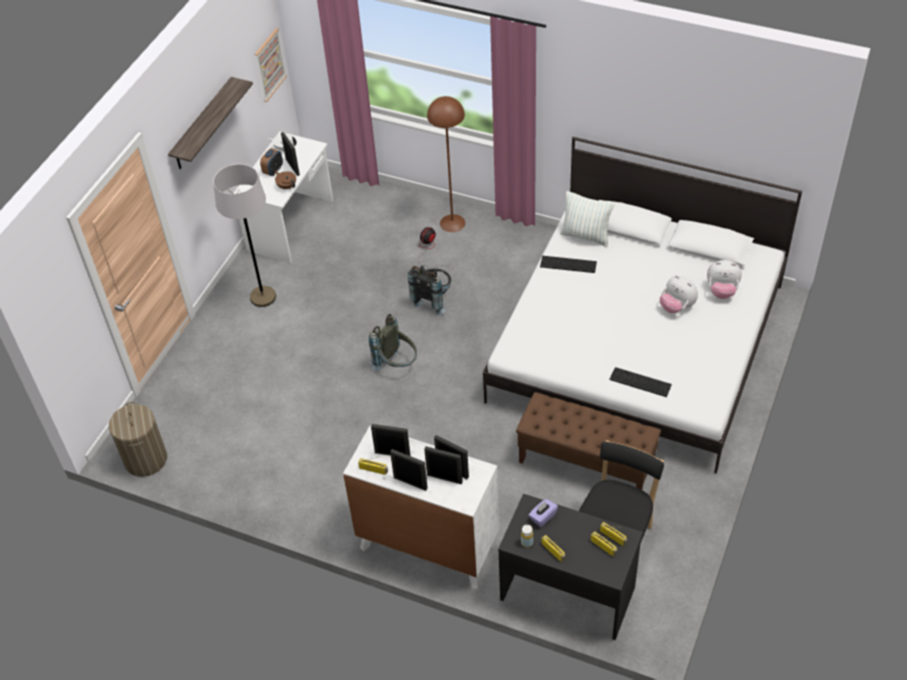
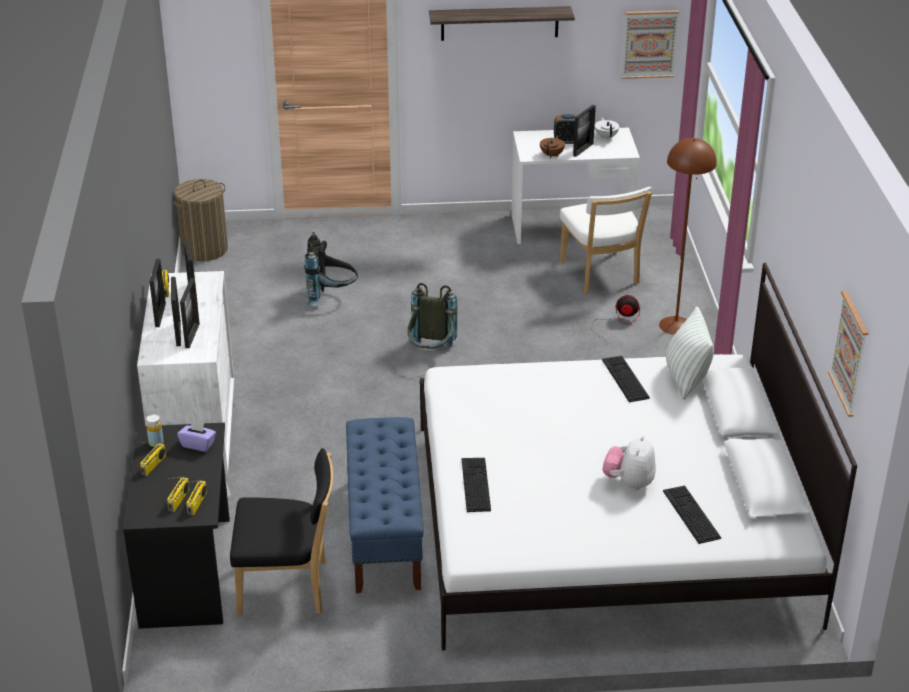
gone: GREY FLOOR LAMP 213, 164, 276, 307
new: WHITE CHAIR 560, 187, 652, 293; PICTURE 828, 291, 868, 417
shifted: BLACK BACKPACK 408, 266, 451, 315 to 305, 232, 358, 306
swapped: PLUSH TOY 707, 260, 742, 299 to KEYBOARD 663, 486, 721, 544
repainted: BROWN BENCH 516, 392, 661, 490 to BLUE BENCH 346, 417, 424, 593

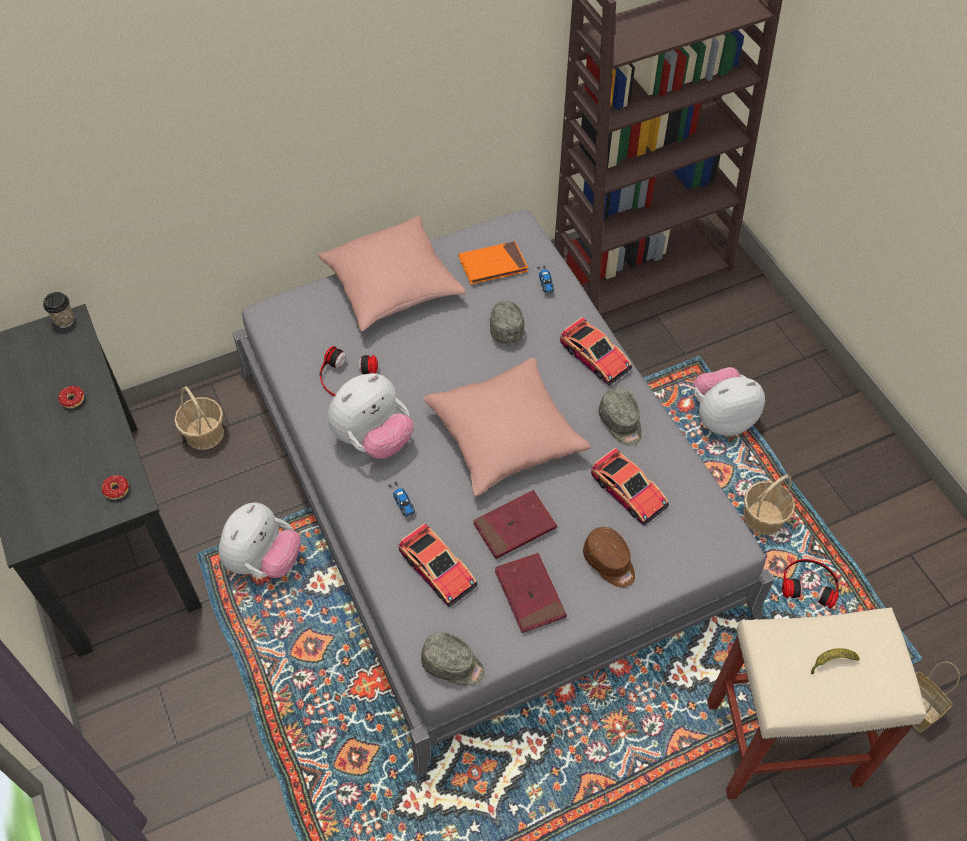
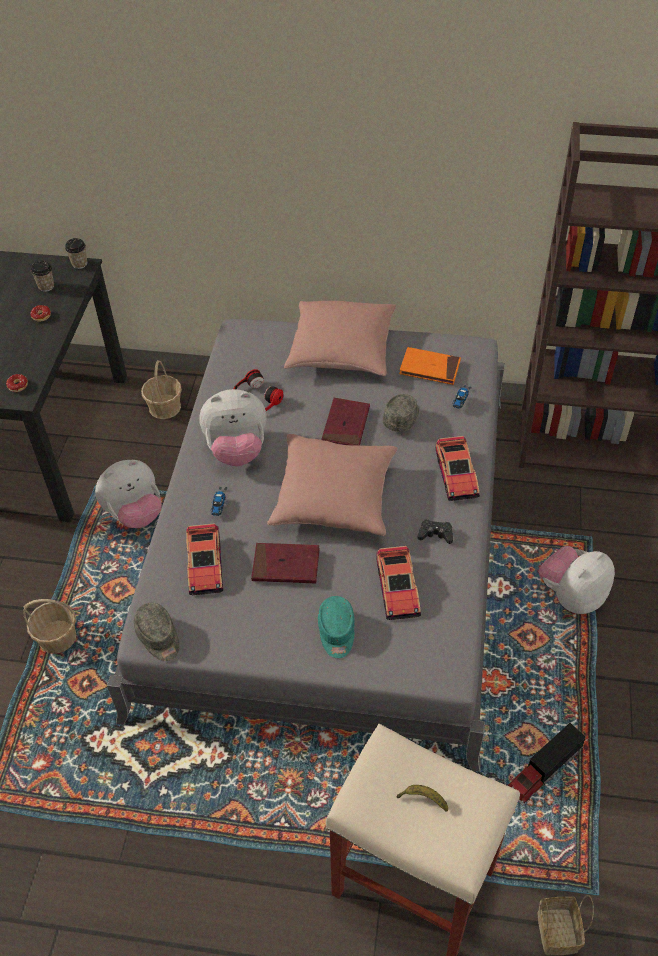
new: CUP 31, 260, 54, 292
shifted: BASKET 744, 474, 795, 535 to 23, 599, 76, 654; RED BOOK 495, 553, 567, 633 to 321, 398, 370, 446
swapped: GREY CAP 598, 388, 642, 446 to BLACK GAME CONTROLLER 418, 519, 453, 544; HEADPHONES 782, 559, 839, 608 to TOY TRUCK 508, 723, 585, 805
repainted: BROWN CAP 583, 527, 635, 588 to TURQUOISE CAP 318, 596, 355, 658
rotated: PLUSH TOY 694, 367, 765, 436 = 539, 546, 615, 614 60 degrees counterclockwise

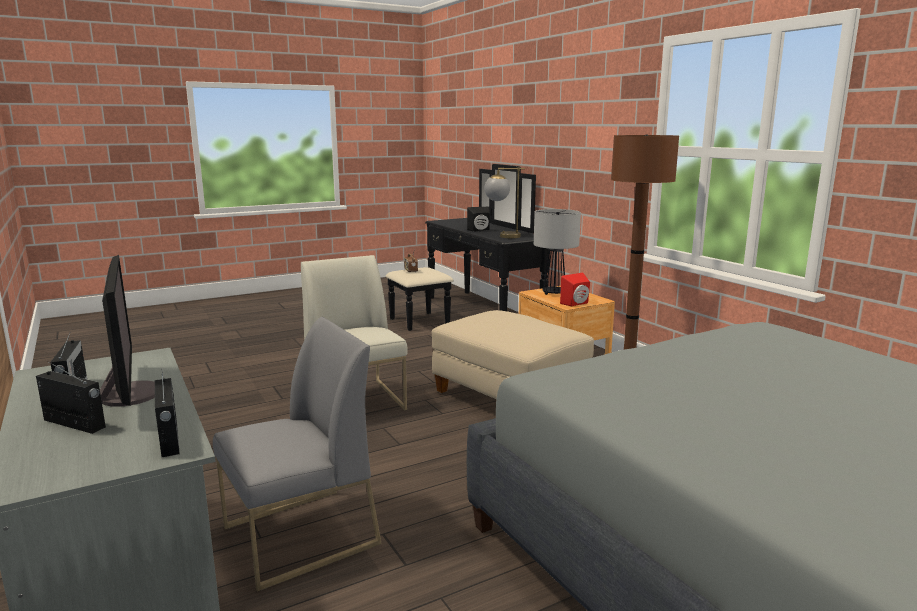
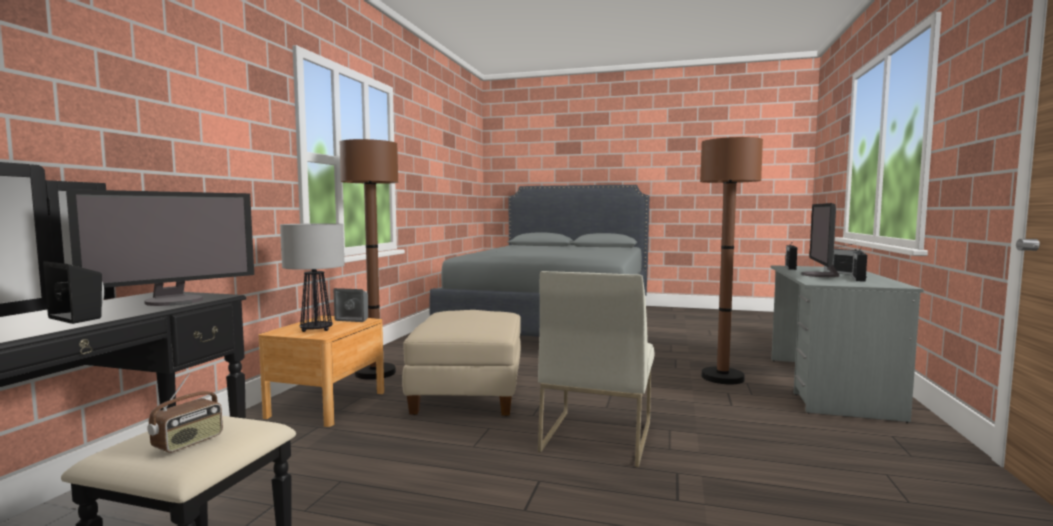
swapped: TABLE LAMP 484, 167, 525, 238 to MONITOR 66, 189, 254, 306; GREY CHAIR 213, 317, 381, 592 to BROWN FLOOR LAMP 700, 137, 763, 384
repainted: RED SPEAKER 560, 273, 590, 306 to GREY SPEAKER 334, 288, 368, 322

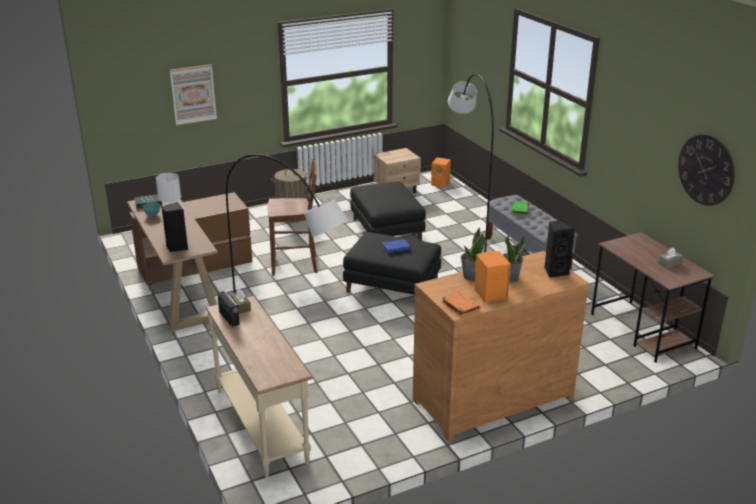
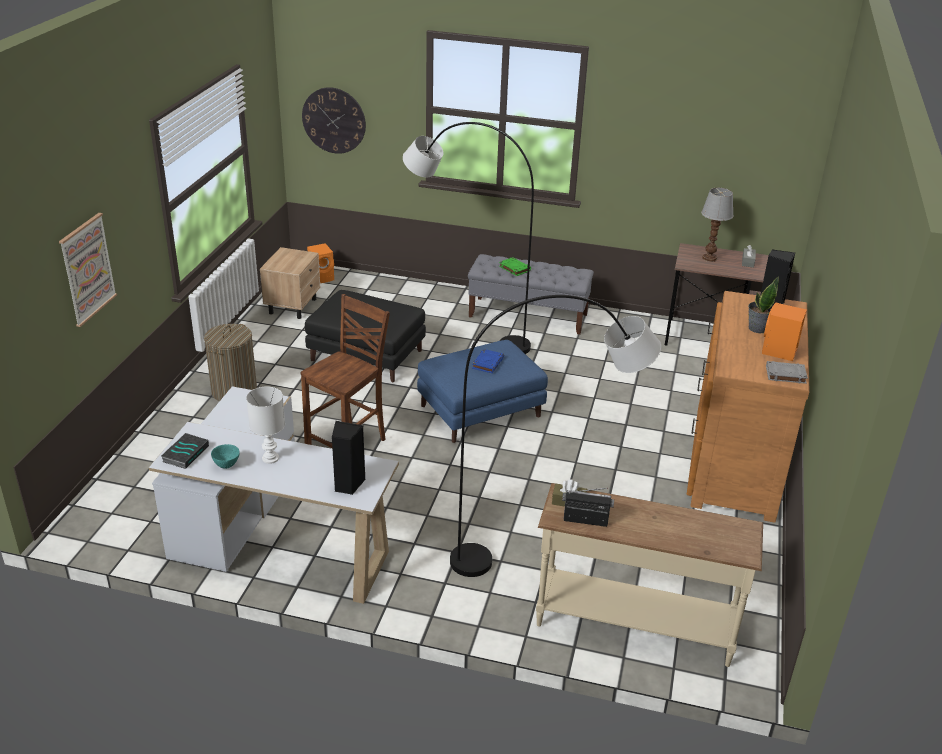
gone: POTTED PLANT 461, 227, 486, 281
new: TABLE LAMP 701, 188, 734, 262
shifted: WALL CLOCK 678, 134, 735, 206 to 302, 87, 366, 154
repainted: BROWN DESK 127, 192, 252, 332 to WHITE DESK 149, 386, 399, 604; BLACK OTTOMAN 343, 232, 441, 295 to BLUE OTTOMAN 417, 340, 548, 443; ORANGE BOOK 442, 291, 480, 317 to GREY BOOK 766, 361, 808, 384

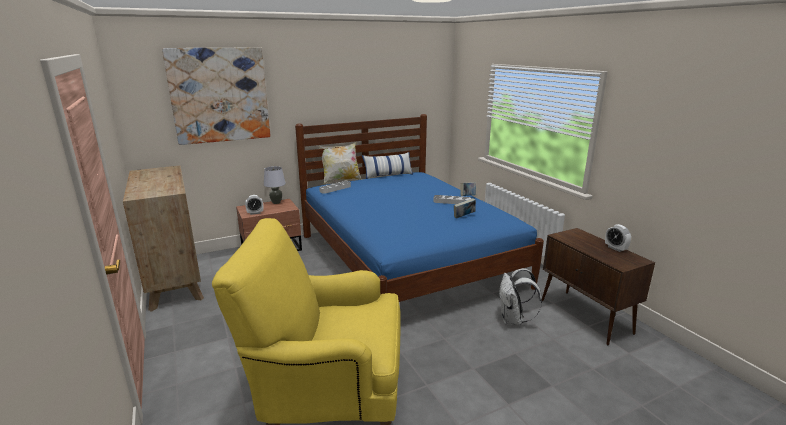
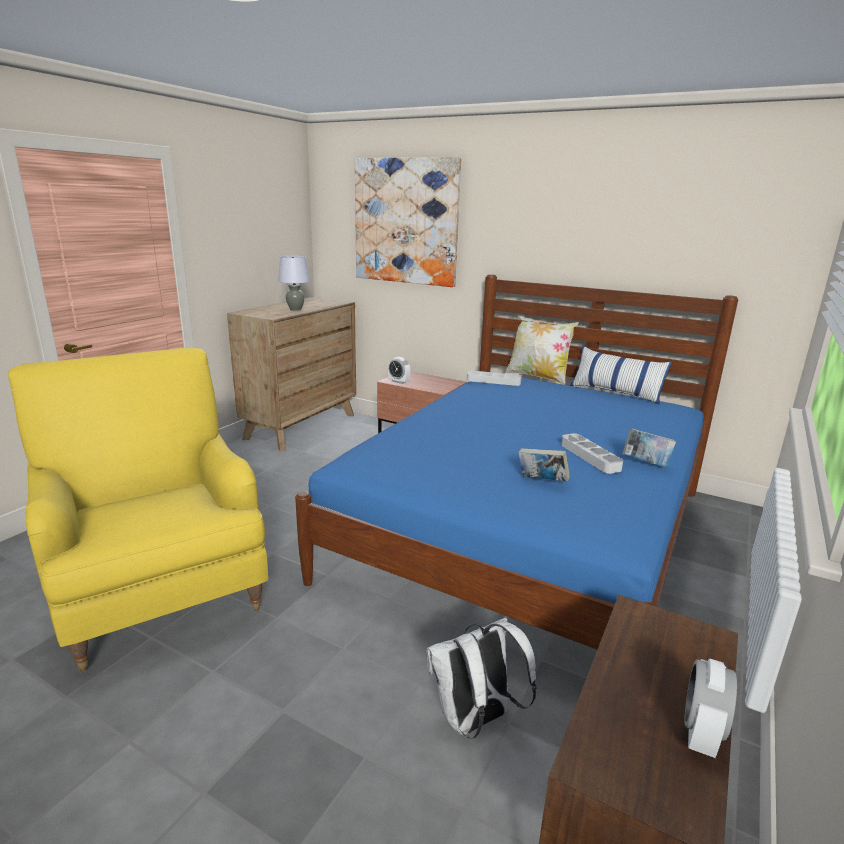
shifted: GREY TABLE LAMP 264, 166, 286, 204 to 278, 256, 310, 311

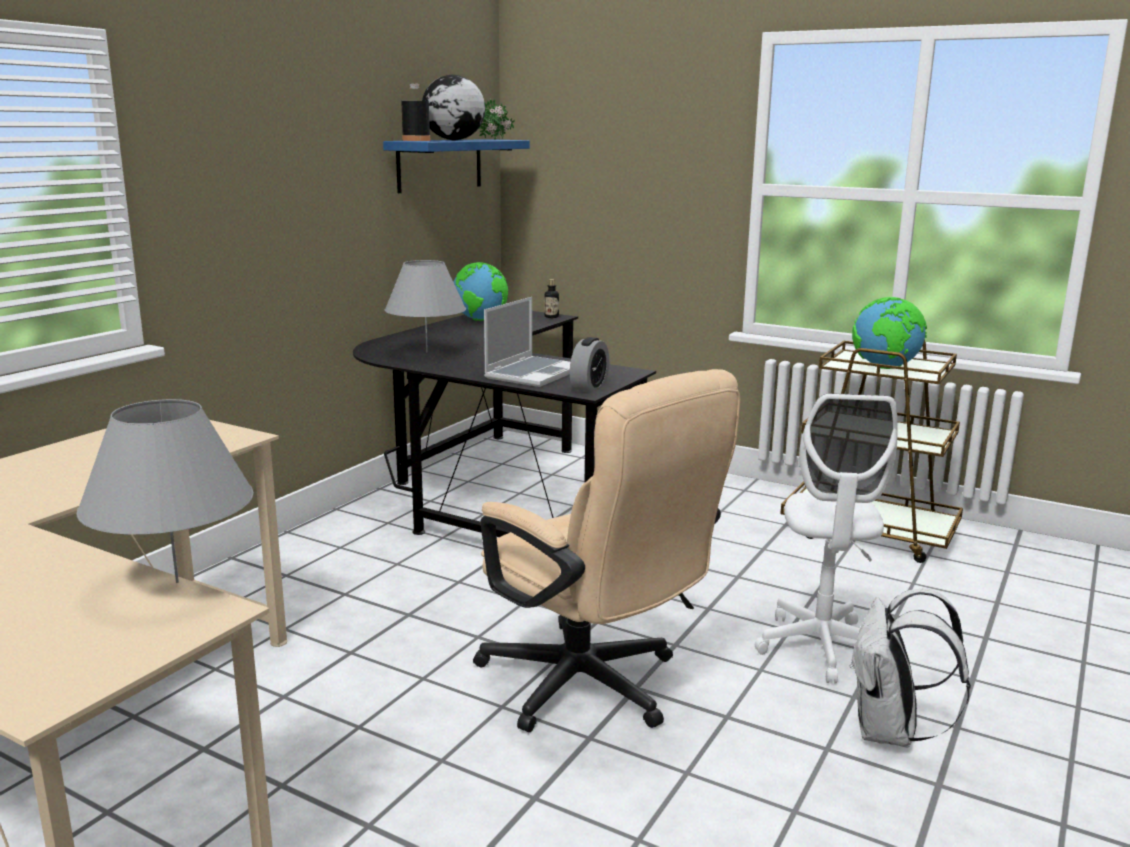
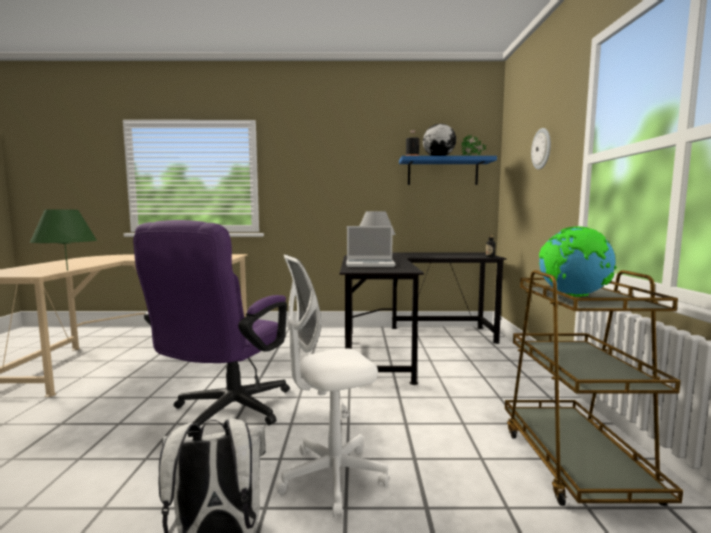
gone: GLOBE 454, 262, 508, 321; ALARM CLOCK 570, 337, 609, 393
new: WALL CLOCK 531, 128, 551, 170
repainted: BEIGE OFFICE CHAIR 473, 369, 740, 732 to PURPLE OFFICE CHAIR 133, 220, 290, 437; GREY TABLE LAMP 76, 399, 254, 583 to GREEN TABLE LAMP 30, 209, 97, 271

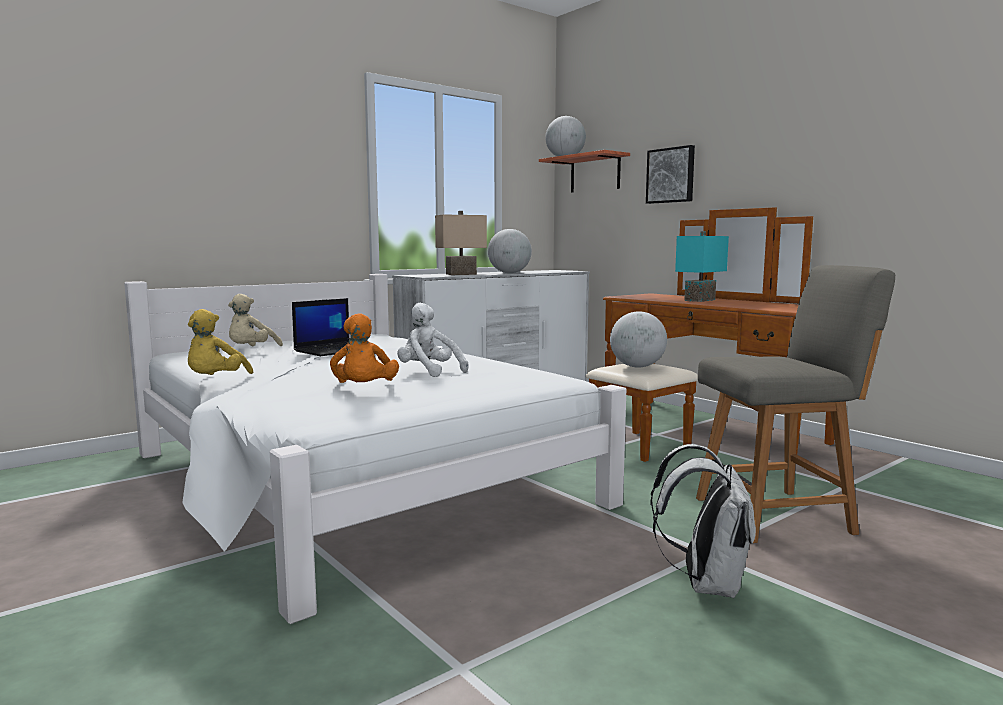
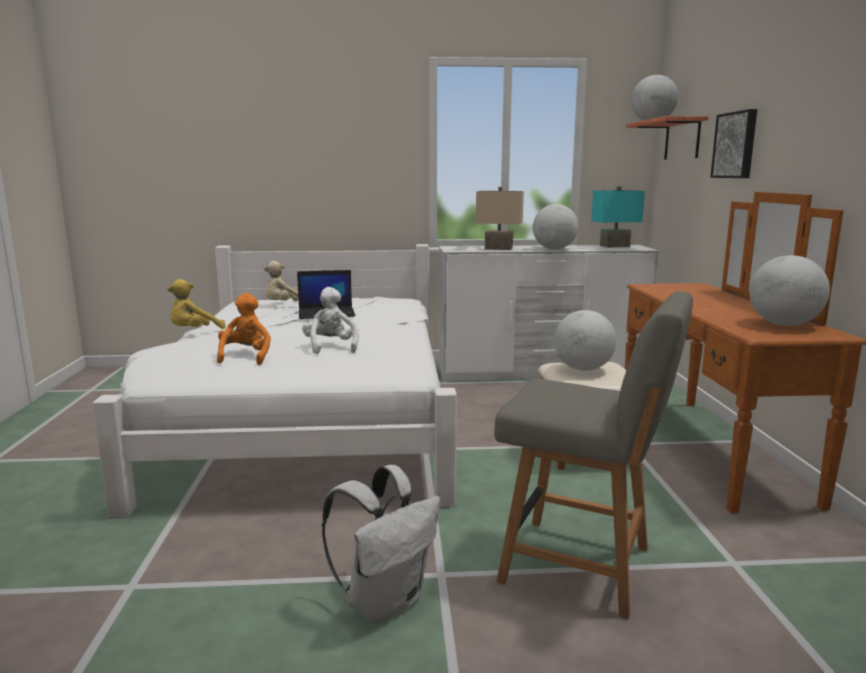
new: GLOBE 749, 255, 830, 326
shifted: TURQUOISE TABLE LAMP 675, 231, 729, 302 to 591, 186, 645, 248
rotated: ORANGE PLUSH TOY 330, 313, 399, 383 = 217, 293, 271, 365 150 degrees clockwise

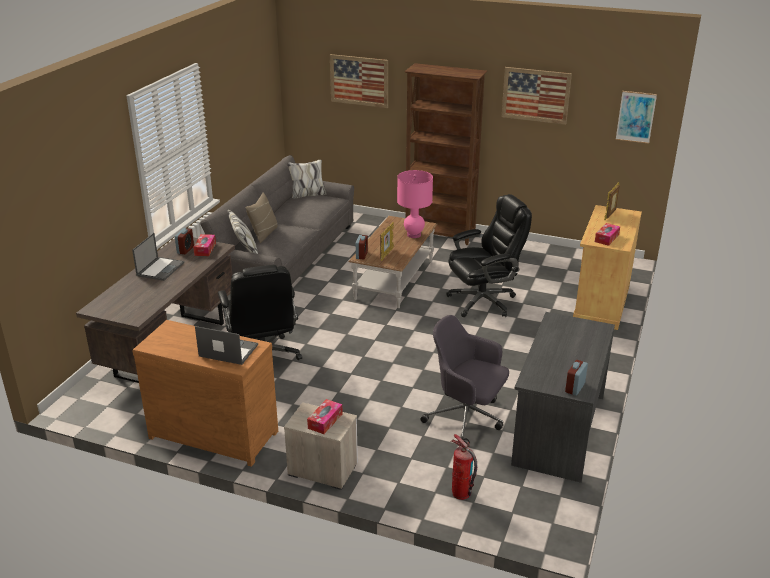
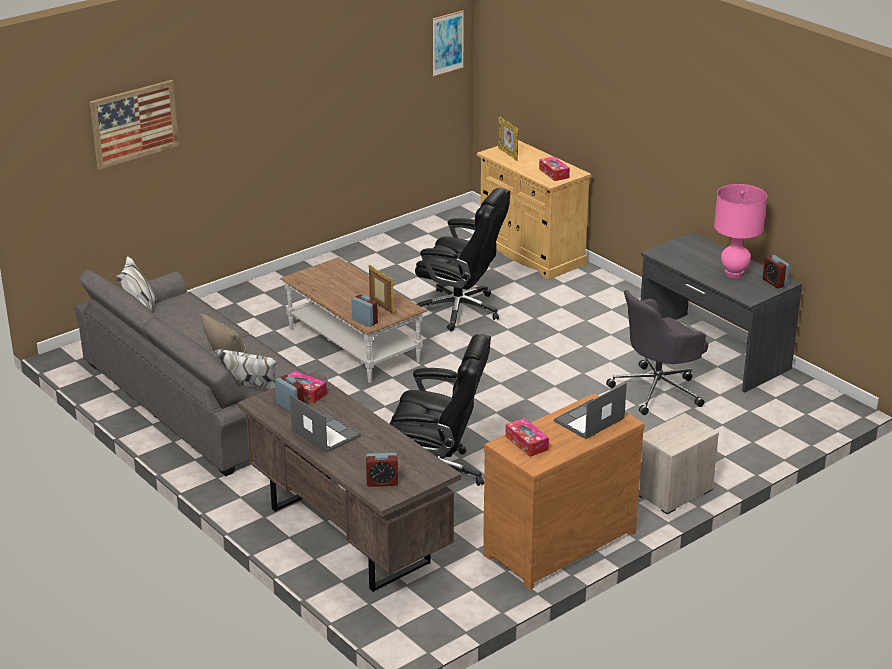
gone: BROWN BOOKCASE 404, 63, 487, 245; PICTURE 502, 67, 572, 125; FIRE EXTINGUISHER 451, 434, 477, 500
new: ALARM CLOCK 366, 453, 398, 487
shifted: PINK TABLE LAMP 397, 170, 433, 238 to 714, 184, 767, 278; TISSUE BOX 307, 399, 343, 434 to 506, 418, 549, 457
rotated: BLACK OFFICE CHAIR 446, 194, 532, 317 = 415, 188, 510, 331 105 degrees clockwise

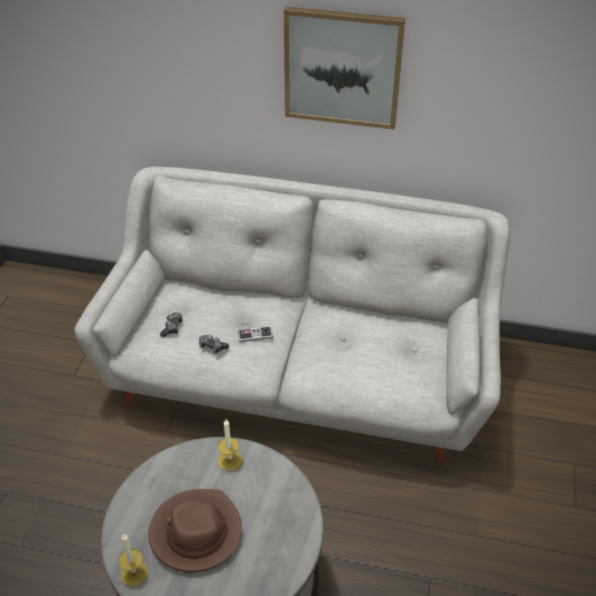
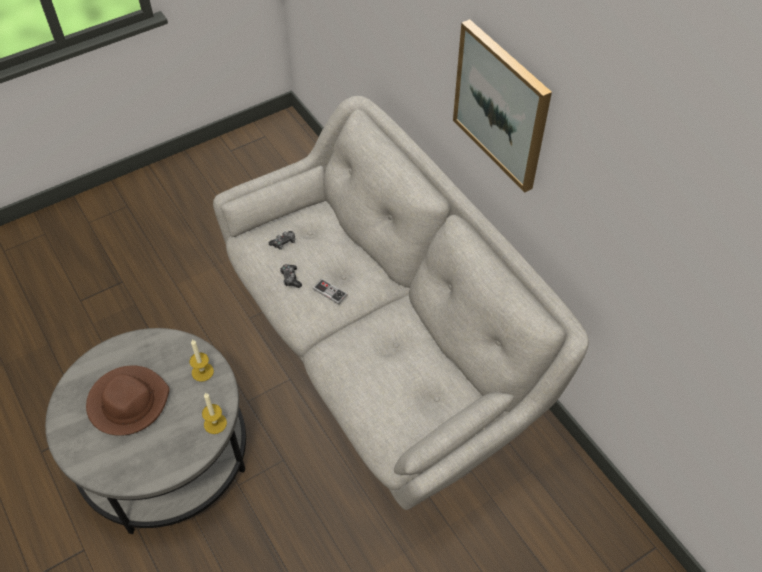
shifted: CANDLE 118, 533, 148, 586 to 202, 393, 227, 434

